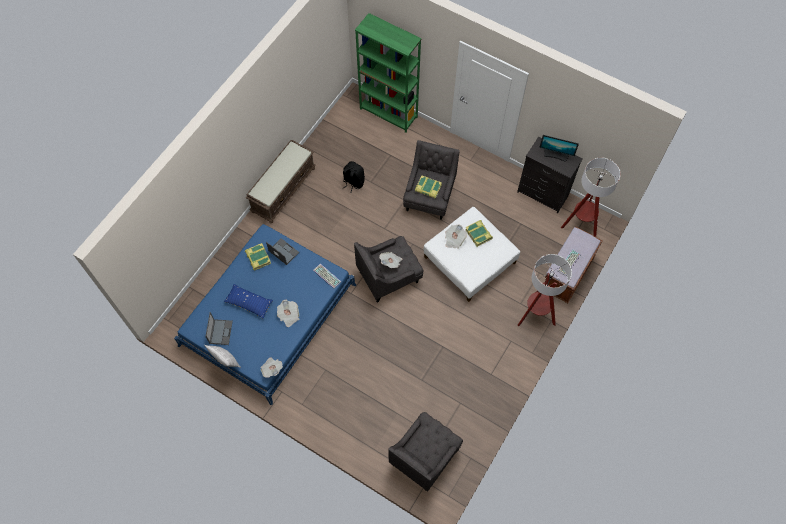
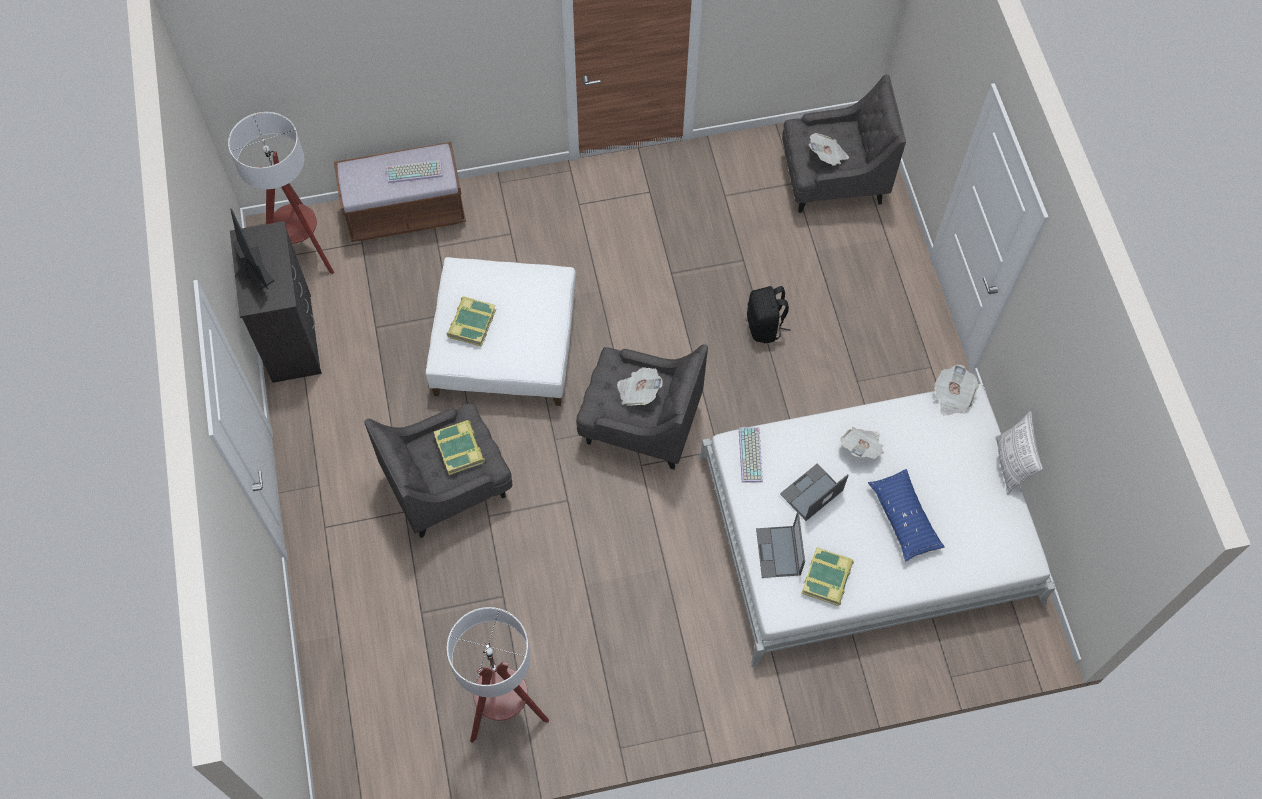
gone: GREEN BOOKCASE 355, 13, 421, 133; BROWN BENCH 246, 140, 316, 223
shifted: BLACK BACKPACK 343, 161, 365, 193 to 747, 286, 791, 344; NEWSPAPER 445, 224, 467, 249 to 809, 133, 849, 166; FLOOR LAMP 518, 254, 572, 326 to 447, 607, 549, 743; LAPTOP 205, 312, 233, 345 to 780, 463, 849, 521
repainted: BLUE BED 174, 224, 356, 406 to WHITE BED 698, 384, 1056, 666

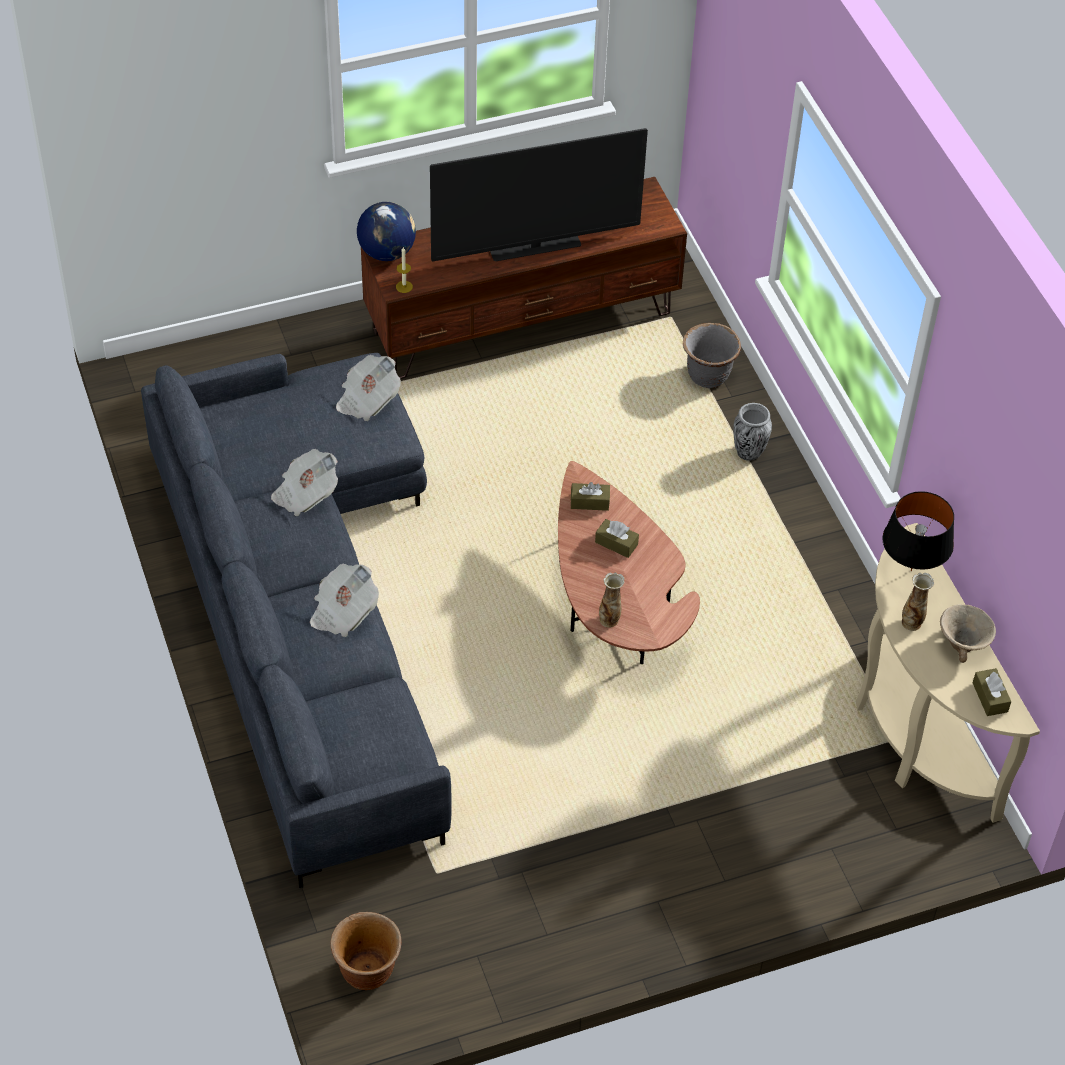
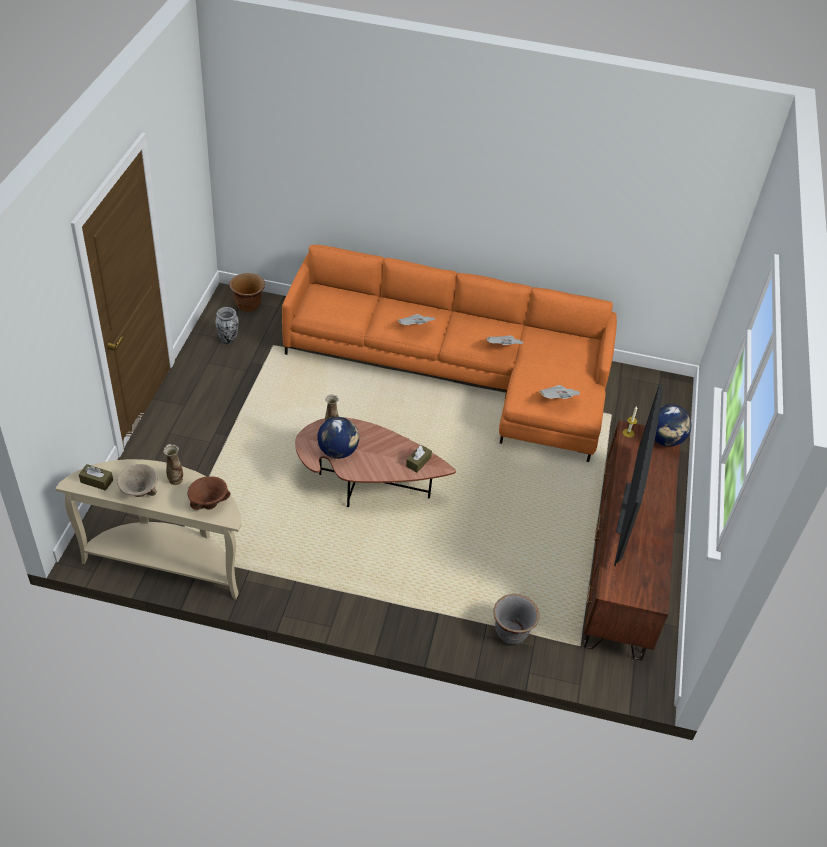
gone: BROWN TISSUE BOX 595, 519, 639, 558
new: GLOBE 317, 417, 359, 459
shifted: VASE 733, 403, 772, 461 to 215, 307, 239, 344
swapped: BLACK TABLE LAMP 883, 491, 954, 571 to BROWN BOWL 188, 476, 231, 510
repainted: GREY SOFA 141, 353, 452, 888 to ORANGE SOFA 282, 245, 617, 462

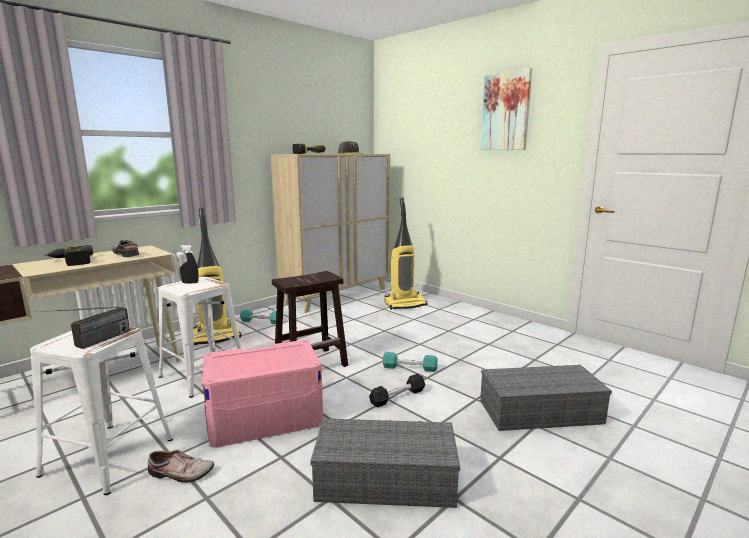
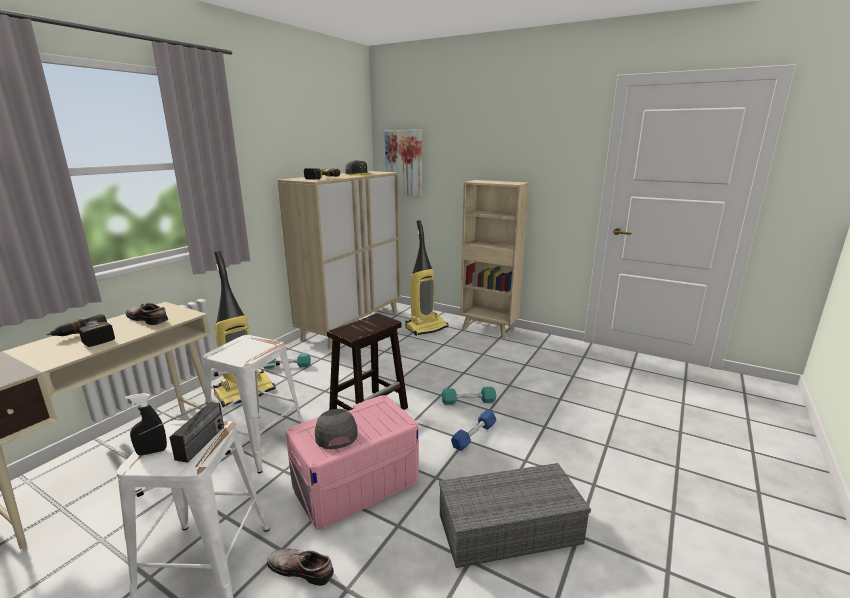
gone: GREY STORAGE BOX 480, 365, 612, 431
new: BEIGE BOOKCASE 460, 180, 529, 338; GREY CAP 314, 409, 358, 449
shifted: PICTURE 480, 68, 532, 150 to 384, 130, 422, 197; BLACK SPRAY BOTTLE 179, 245, 199, 284 to 125, 393, 167, 455
repainted: BLACK DUMBBELL 369, 374, 425, 407 to BLUE DUMBBELL 451, 410, 497, 451
rotated: SHOE 148, 449, 214, 483 = 267, 549, 334, 586 150 degrees counterclockwise

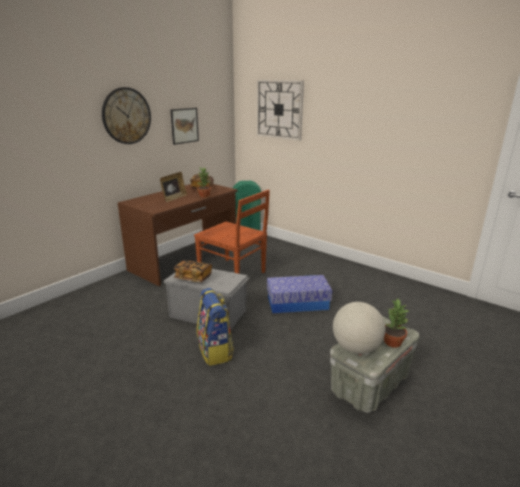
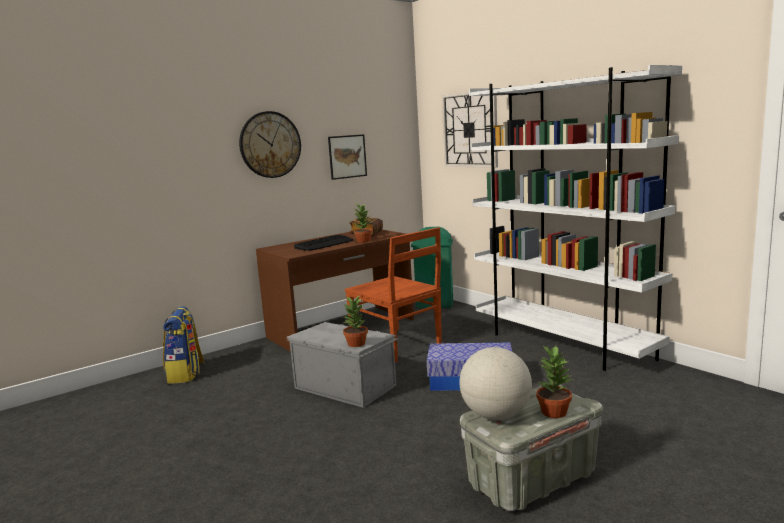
gone: BOOK 174, 260, 212, 282
new: WHITE BOOKCASE 469, 65, 682, 371; POTTED PLANT 343, 296, 368, 347
shifted: BACKPACK 197, 288, 234, 366 to 163, 306, 205, 384
swapped: PICTURE FRAME 160, 172, 187, 202 to KEYBOARD 294, 235, 353, 251

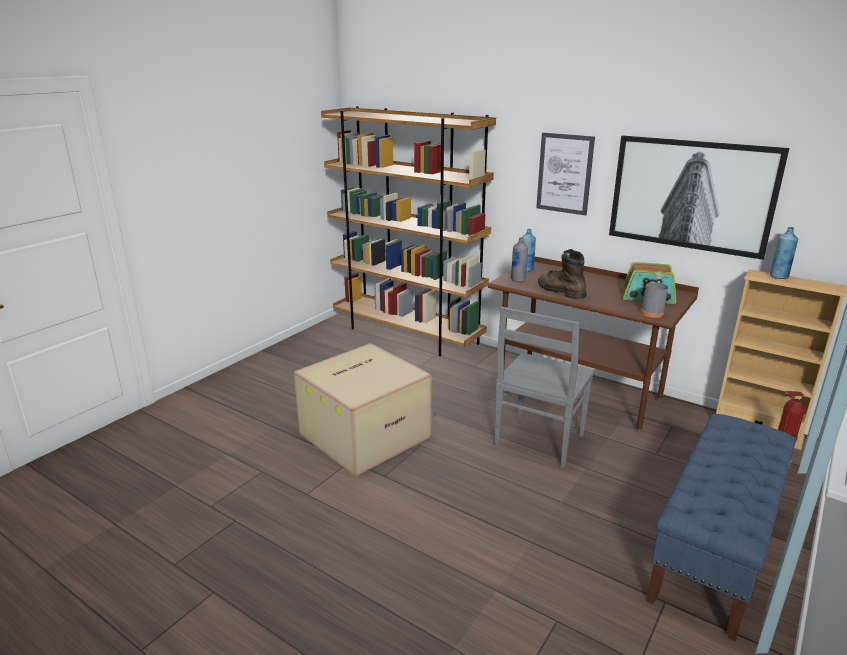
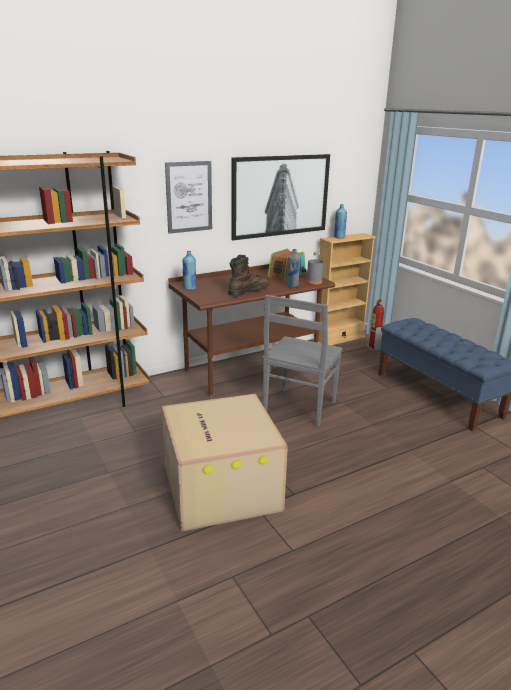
shifted: GREY BOTTLE 511, 237, 528, 282 to 286, 249, 300, 287
rotated: BROWN BOOT 538, 249, 586, 299 = 228, 255, 269, 296 150 degrees clockwise; GREY CHAIR 495, 307, 595, 468 = 263, 295, 343, 427 60 degrees clockwise

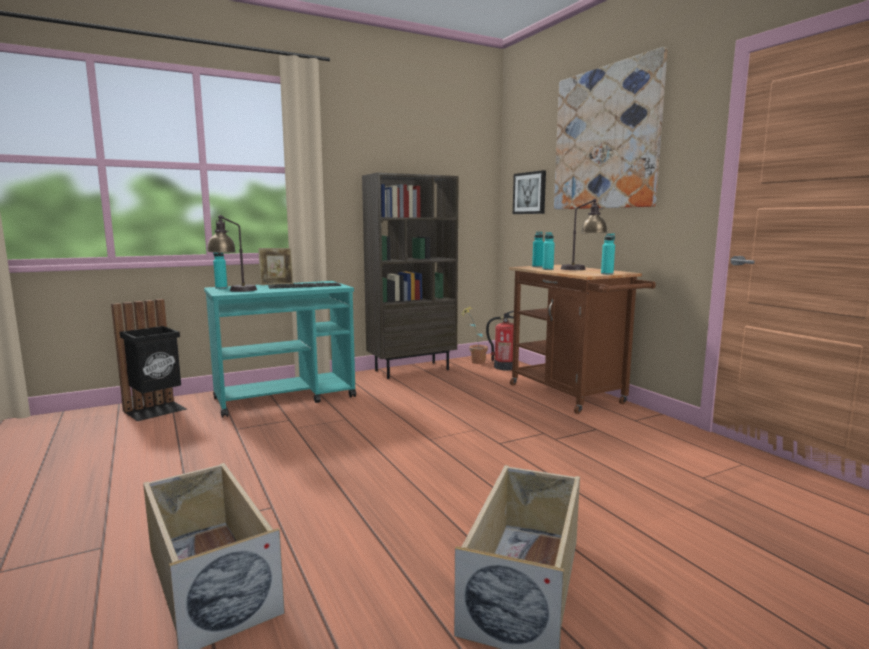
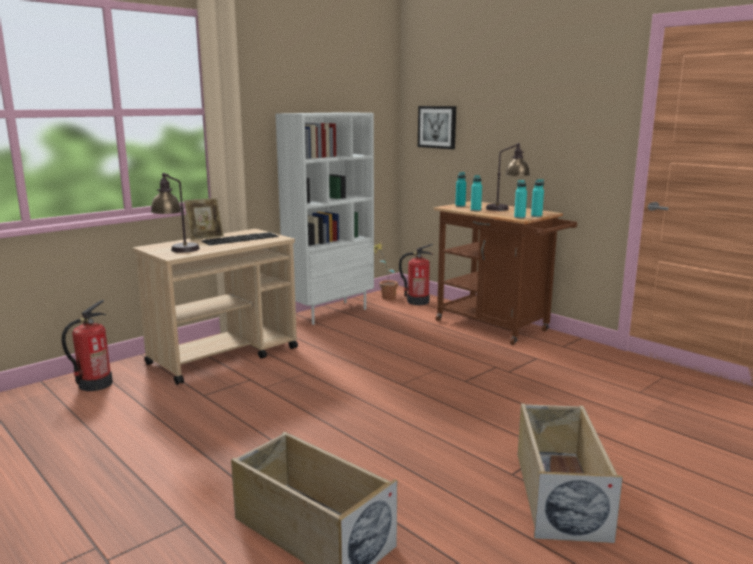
gone: PICTURE 554, 47, 668, 209
shifted: TURQUOISE BOTTLE 213, 252, 227, 289 to 514, 180, 527, 219
swapped: BLACK TRASH CAN 111, 299, 187, 421 to FIRE EXTINGUISHER 62, 300, 113, 391
repainted: BROWN BOOKCASE 362, 172, 459, 379 to WHITE BOOKCASE 275, 112, 374, 325; TURQUOISE CART 204, 281, 356, 418 to BEIGE CART 133, 229, 298, 385

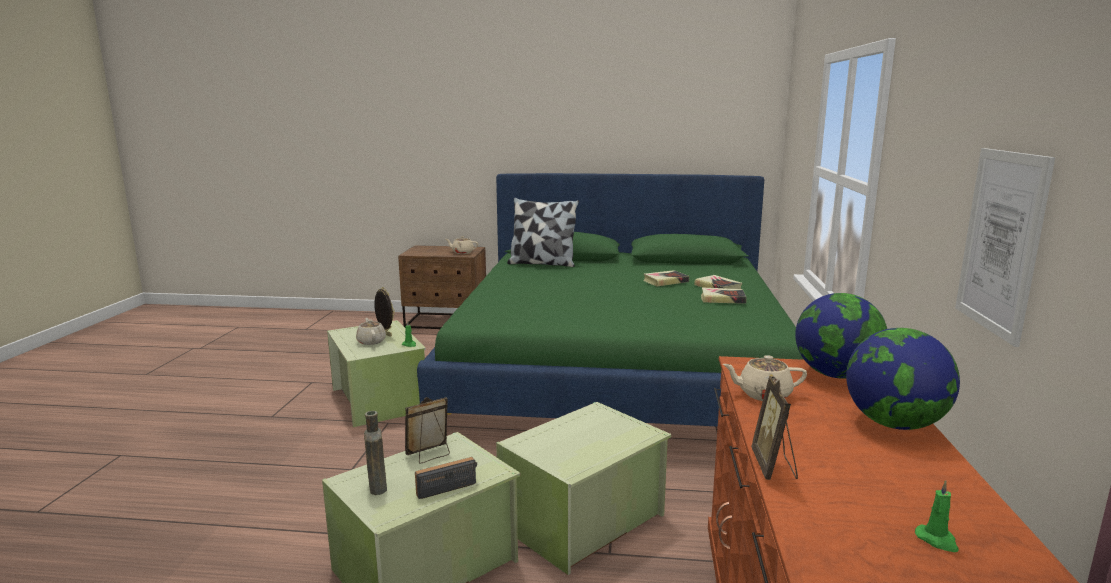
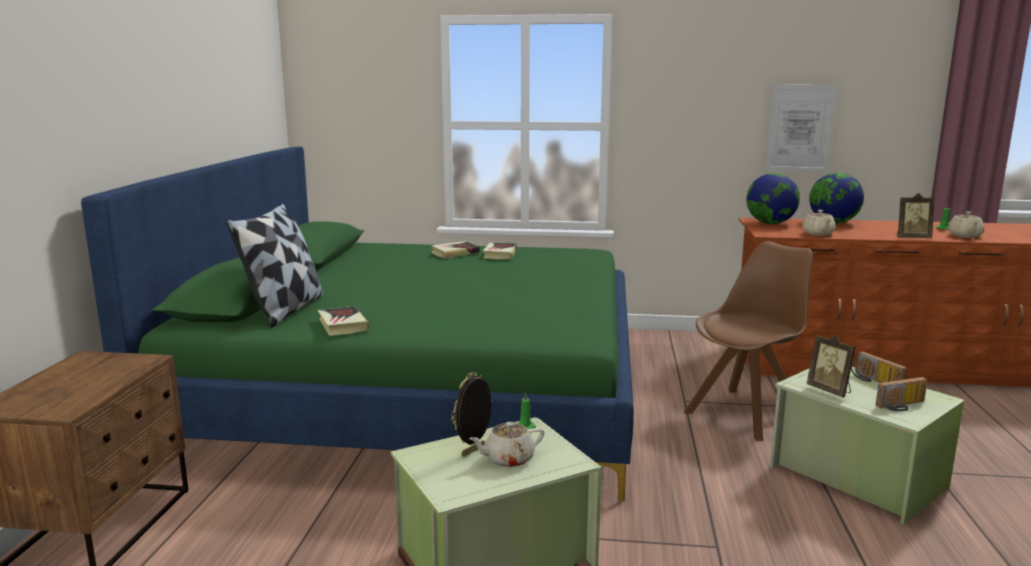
shifted: BEIGE TEAPOT 446, 236, 478, 254 to 948, 211, 984, 238; BOOK 643, 270, 689, 286 to 318, 306, 369, 336
swapped: GREEN STORAGE BOX 496, 402, 672, 575 to BROWN CHAIR 684, 241, 813, 441; BROWN BOTTLE 364, 411, 387, 495 to RADIO 876, 377, 928, 411

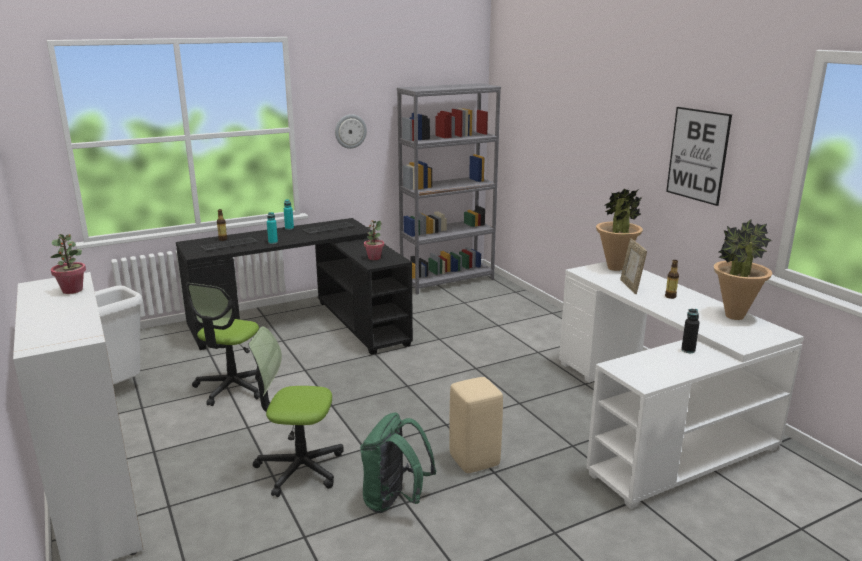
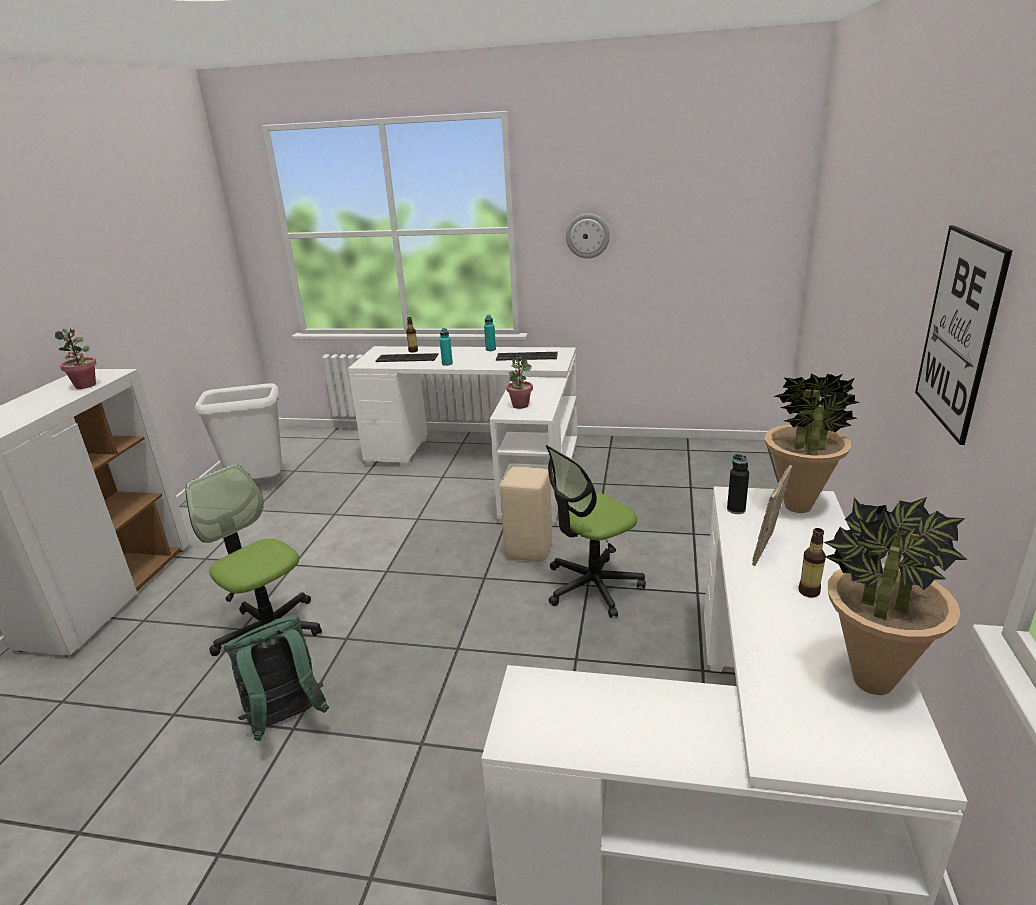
gone: GREY BOOKCASE 397, 83, 501, 294
shifted: OFFICE CHAIR 186, 283, 260, 406 to 546, 445, 646, 618; BLACK BOTTLE 681, 309, 700, 353 to 727, 454, 749, 514; BEIGE STOOL 449, 377, 503, 473 to 500, 467, 552, 562
repainted: BLACK DESK 176, 218, 413, 355 to WHITE DESK 348, 346, 577, 526

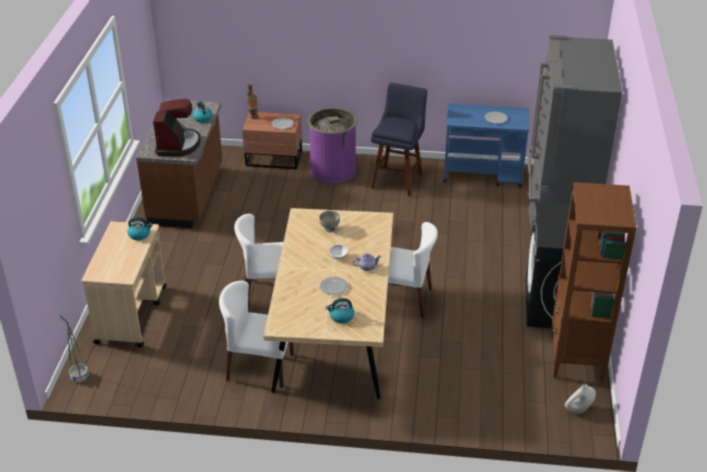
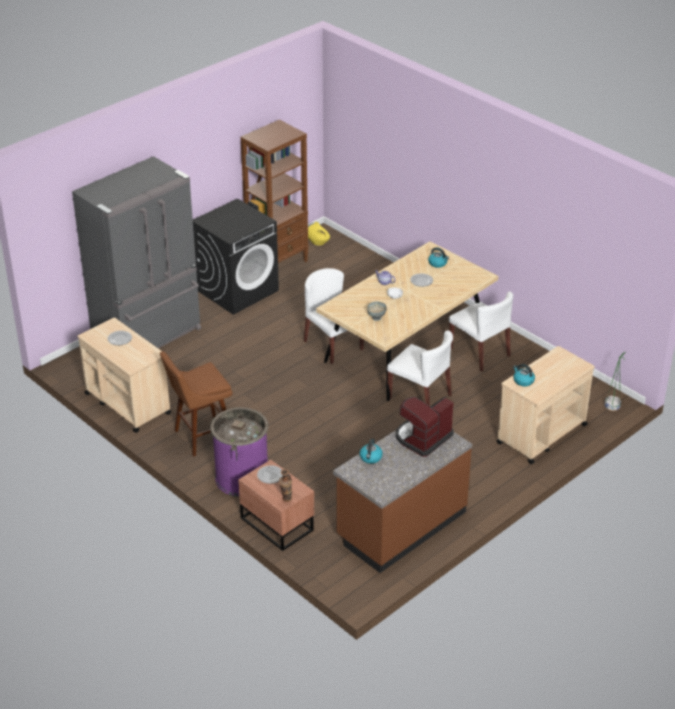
repainted: BLUE STOOL 371, 83, 427, 197 to BROWN STOOL 160, 351, 233, 457; BLUE CART 443, 103, 529, 187 to BEIGE CART 78, 317, 171, 433; WHITE VASE 565, 384, 596, 414 to YELLOW VASE 308, 222, 330, 245

